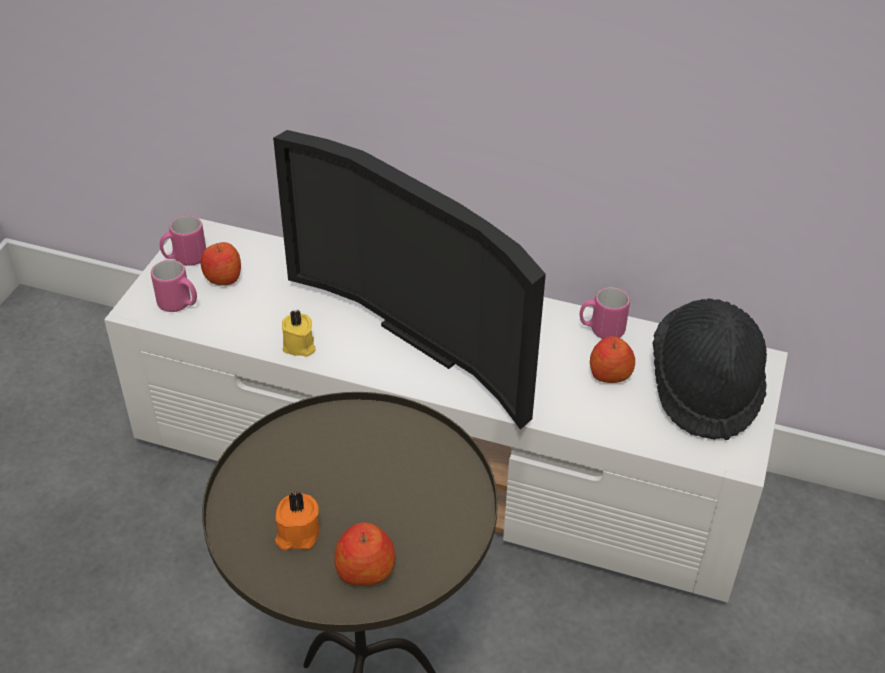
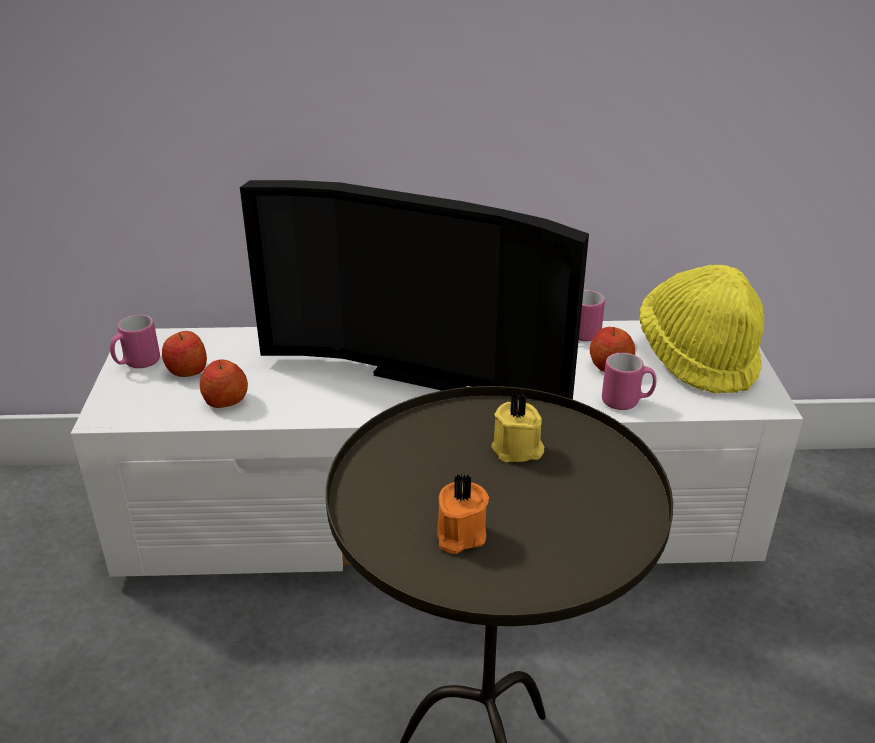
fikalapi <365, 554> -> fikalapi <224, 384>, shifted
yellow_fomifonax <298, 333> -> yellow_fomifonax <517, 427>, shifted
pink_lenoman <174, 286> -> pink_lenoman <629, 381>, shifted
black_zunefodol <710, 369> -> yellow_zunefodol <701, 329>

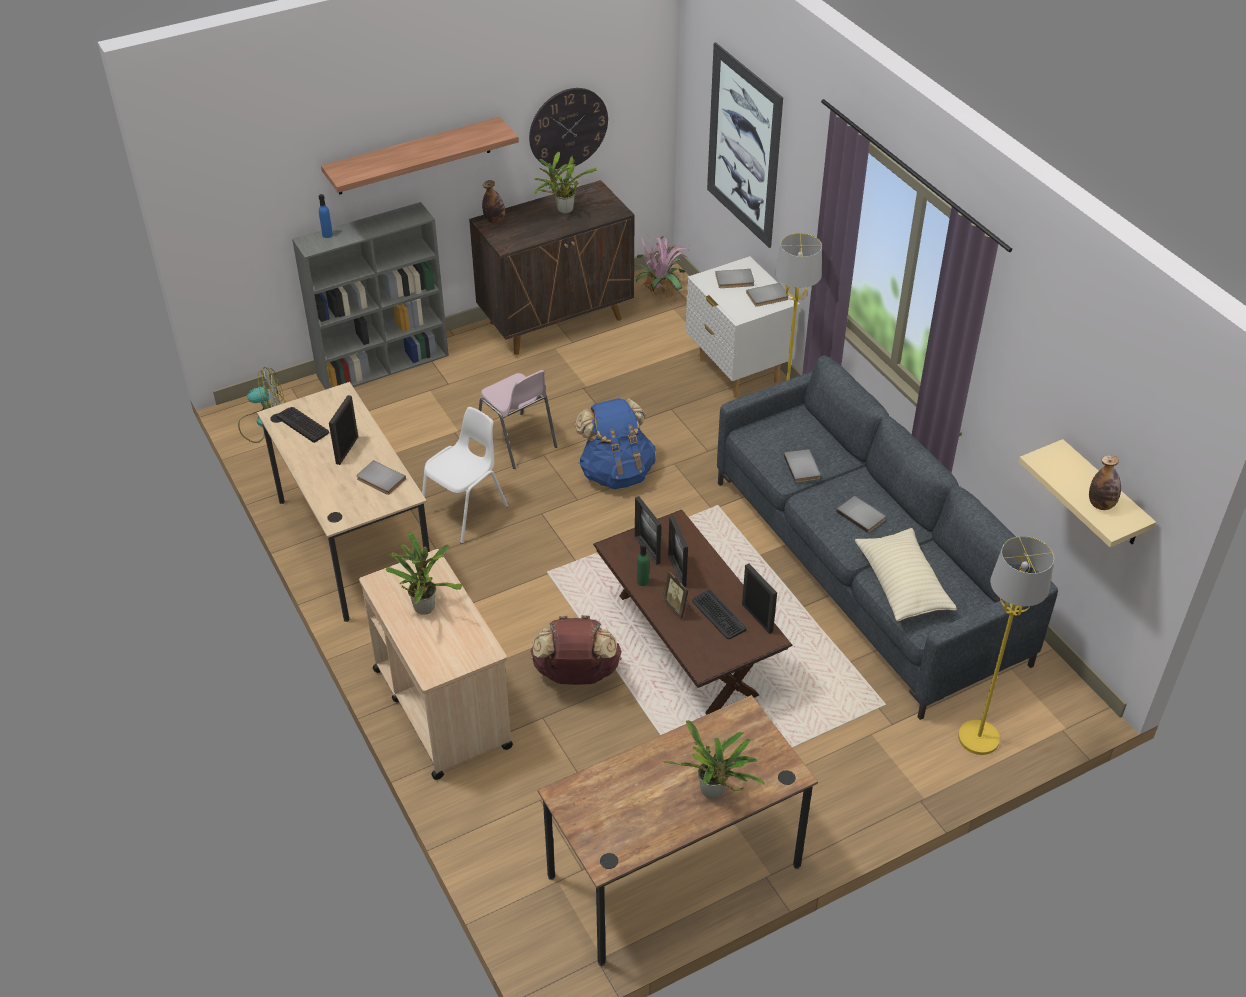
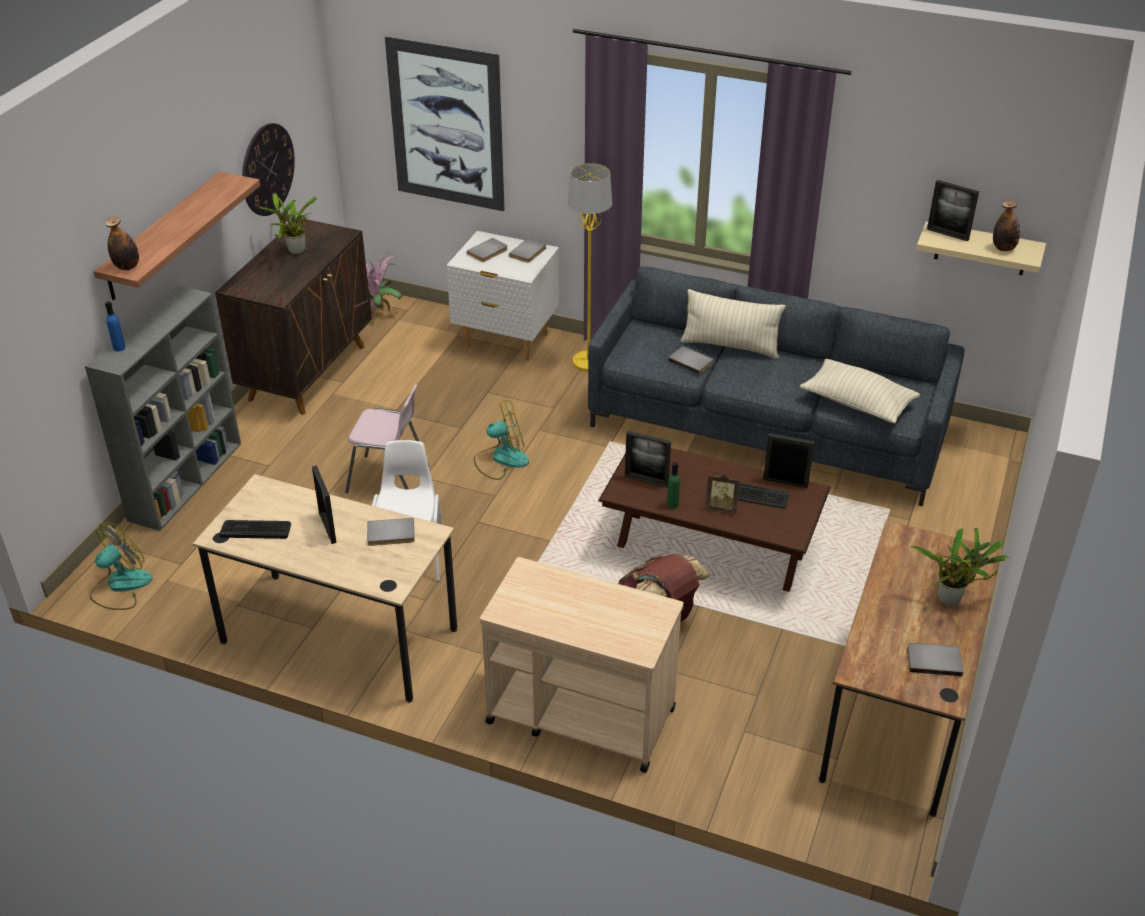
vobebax <493, 201> -> vobebax <122, 243>, shifted
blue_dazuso <615, 443> -> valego <501, 440>
none -> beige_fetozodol <733, 324>
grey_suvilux <860, 514> -> grey_suvilux <935, 659>, shifted
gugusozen <678, 551> -> gugusozen <953, 210>, shifted
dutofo <424, 573> -> none
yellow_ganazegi <1006, 645> -> none

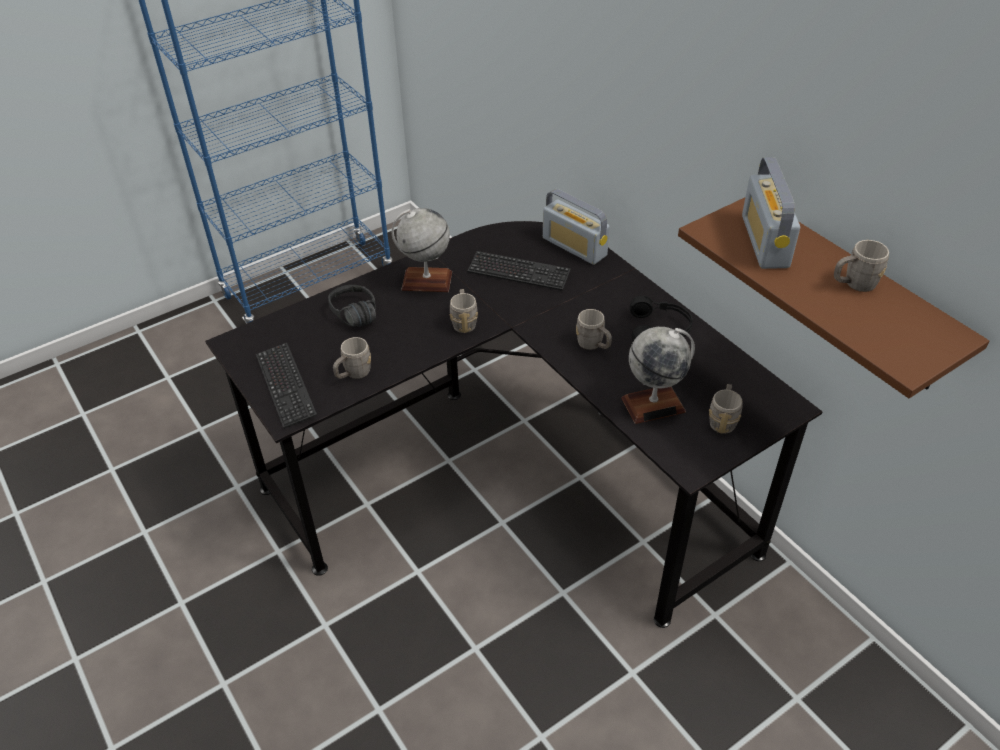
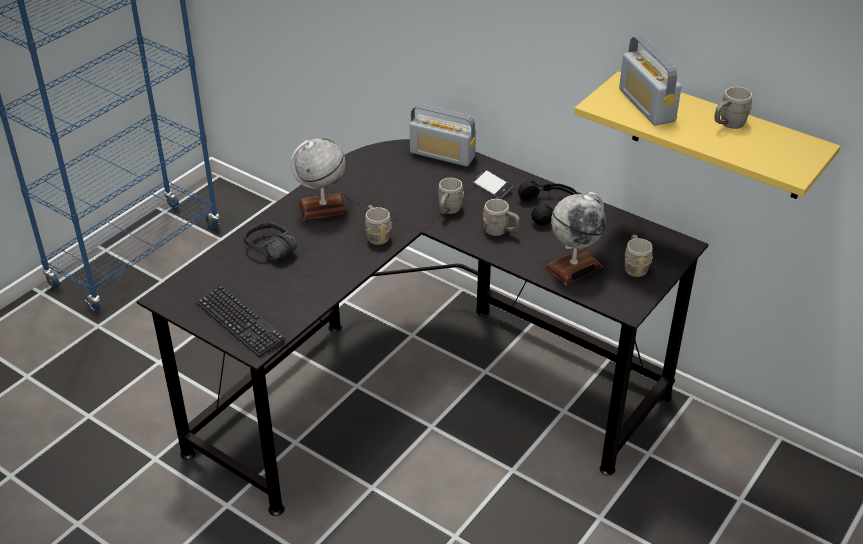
grey_lenoman <352, 358> -> grey_lenoman <451, 196>, shifted
none -> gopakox <492, 184>
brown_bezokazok <833, 298> -> yellow_bezokazok <707, 135>
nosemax <519, 271> -> none

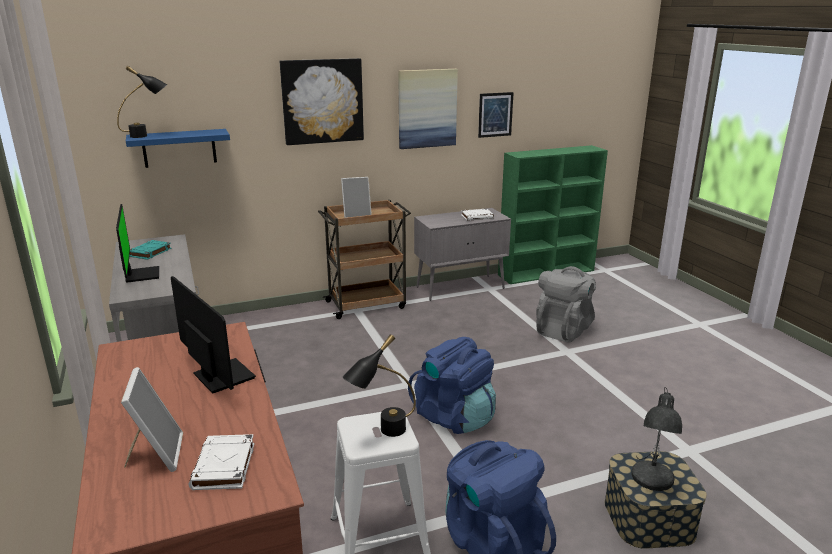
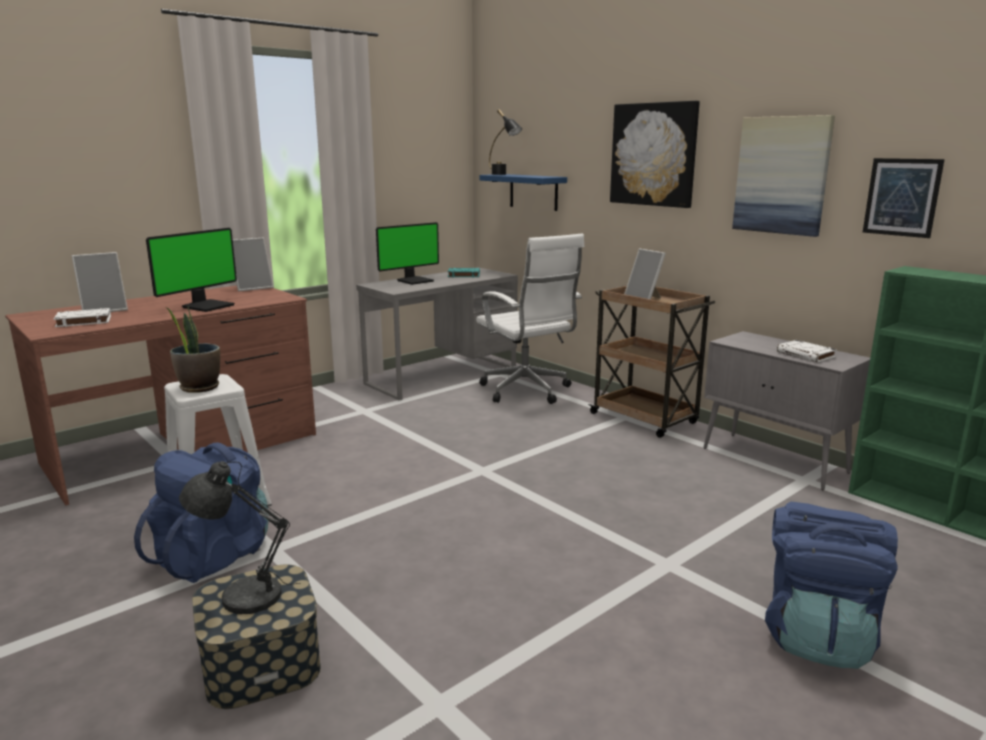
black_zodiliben <379, 385> -> dutofo <193, 349>
none -> gugusozen <253, 265>
none -> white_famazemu <530, 319>
blue_dazuso <452, 385> -> blue_dazuso <831, 585>, shifted
grey_dazuso <566, 304> -> none

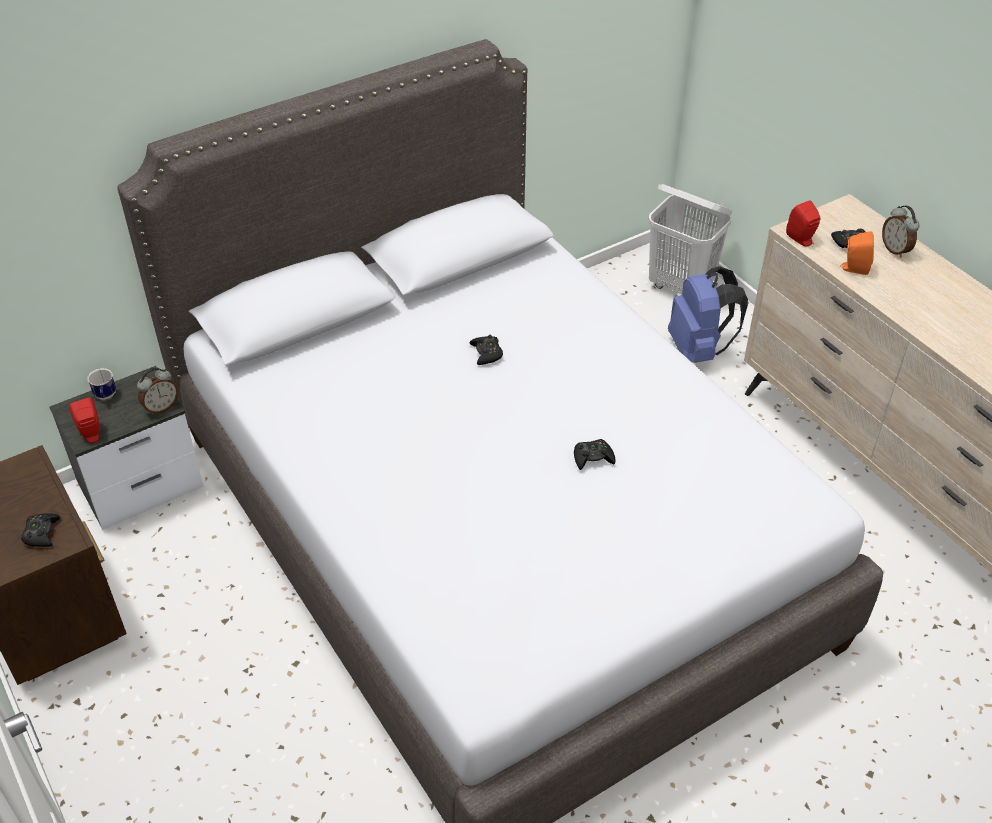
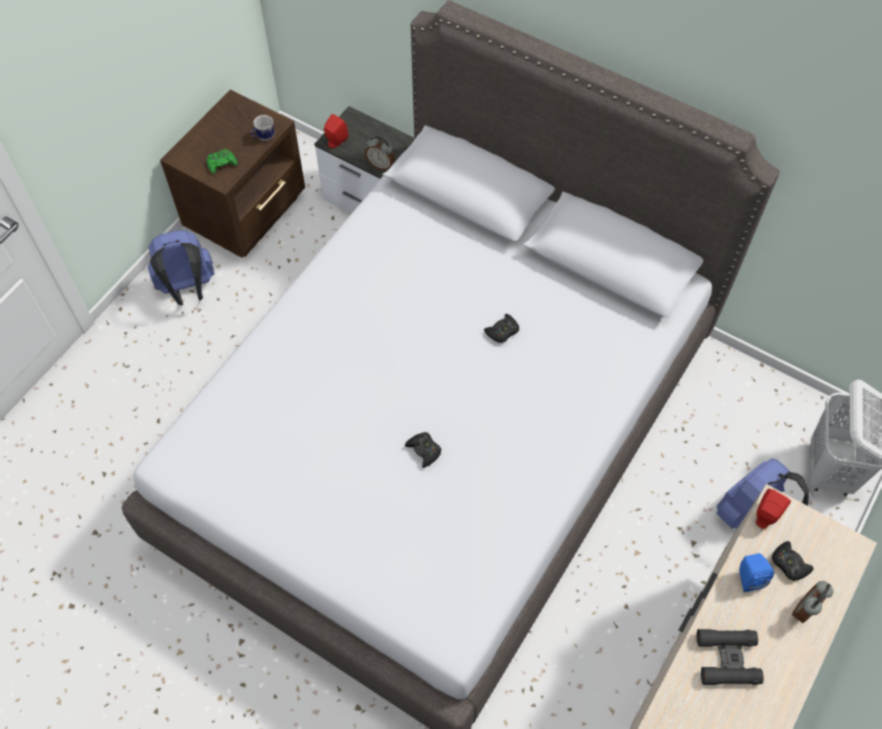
none -> blue_dazuso <181, 267>
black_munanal <41, 530> -> green_munanal <222, 161>
lenoman <101, 384> -> lenoman <263, 128>, shifted
none -> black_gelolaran <730, 657>
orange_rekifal <857, 253> -> blue_rekifal <756, 572>

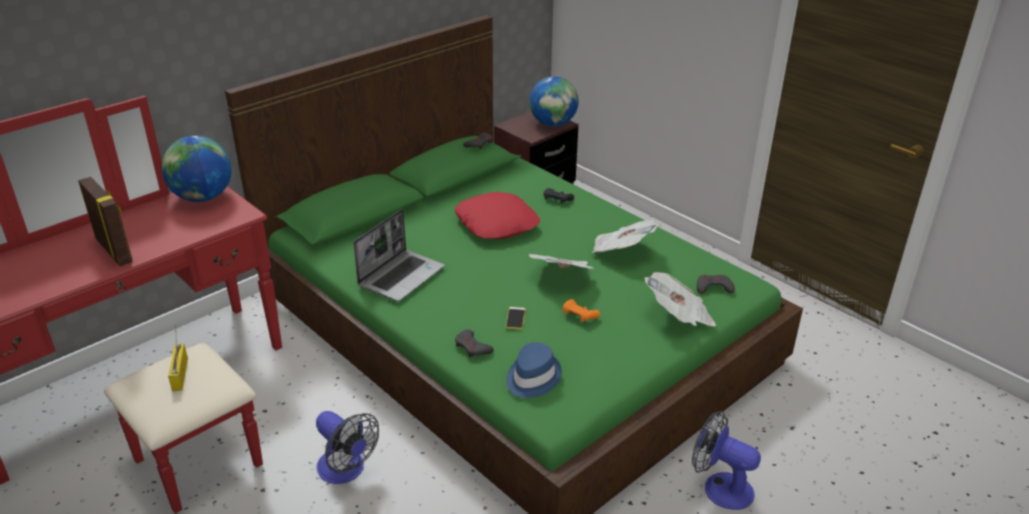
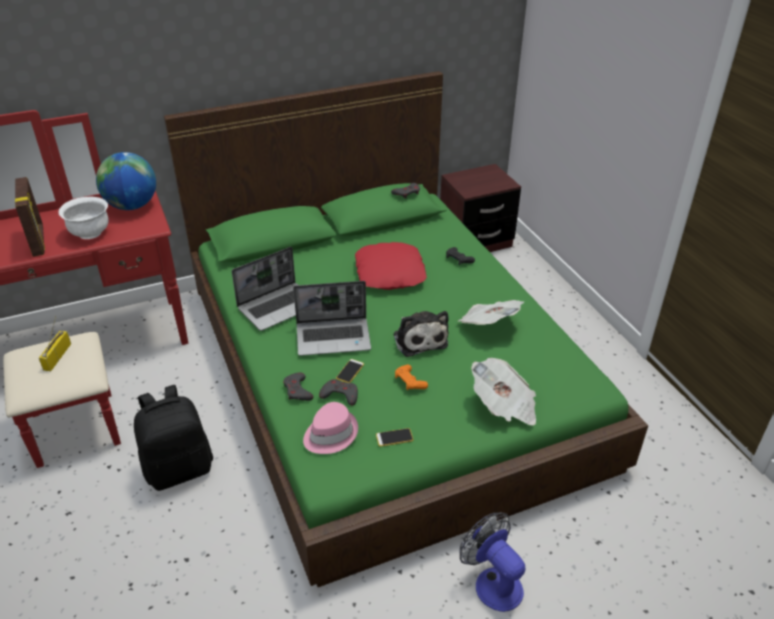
none -> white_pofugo <84, 218>
valego <347, 447> -> black_dazuso <173, 438>
none -> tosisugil <332, 318>
blue_zunefodol <534, 370> -> pink_zunefodol <330, 428>
grey_munanal <716, 284> -> grey_munanal <338, 392>, shifted
none -> gopakox <394, 437>
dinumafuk <561, 261> -> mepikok <421, 334>
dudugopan <554, 101> -> none

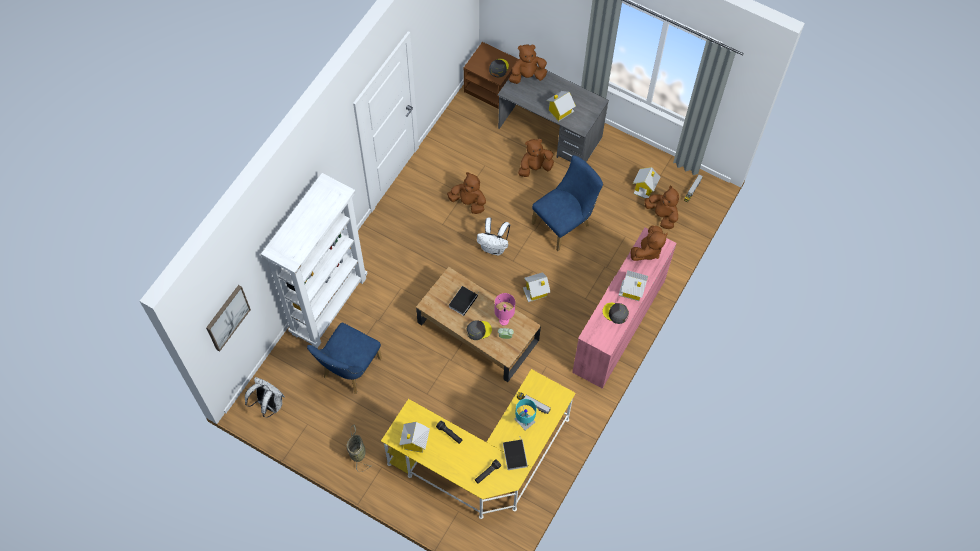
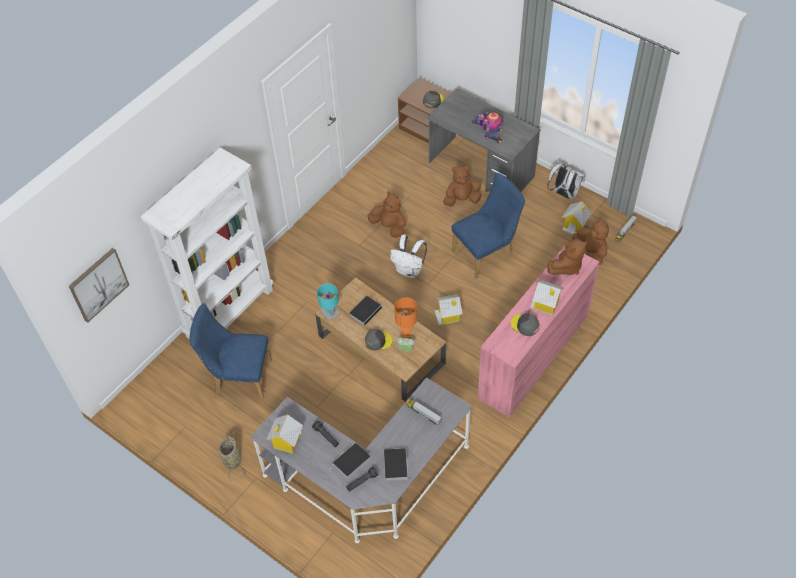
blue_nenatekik <344, 358> -> blue_nenatekik <230, 351>, 60 degrees clockwise
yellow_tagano <478, 444> -> grey_tagano <361, 460>
turquoise_zodiliben <526, 415> -> turquoise_zodiliben <328, 302>, shifted
none -> suvilux <350, 460>
pink_zodiliben <504, 309> -> orange_zodiliben <405, 317>
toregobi <561, 106> -> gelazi <487, 127>
white_dazuso <265, 397> -> white_dazuso <566, 180>, shifted
brown_mepikok <528, 64> -> none

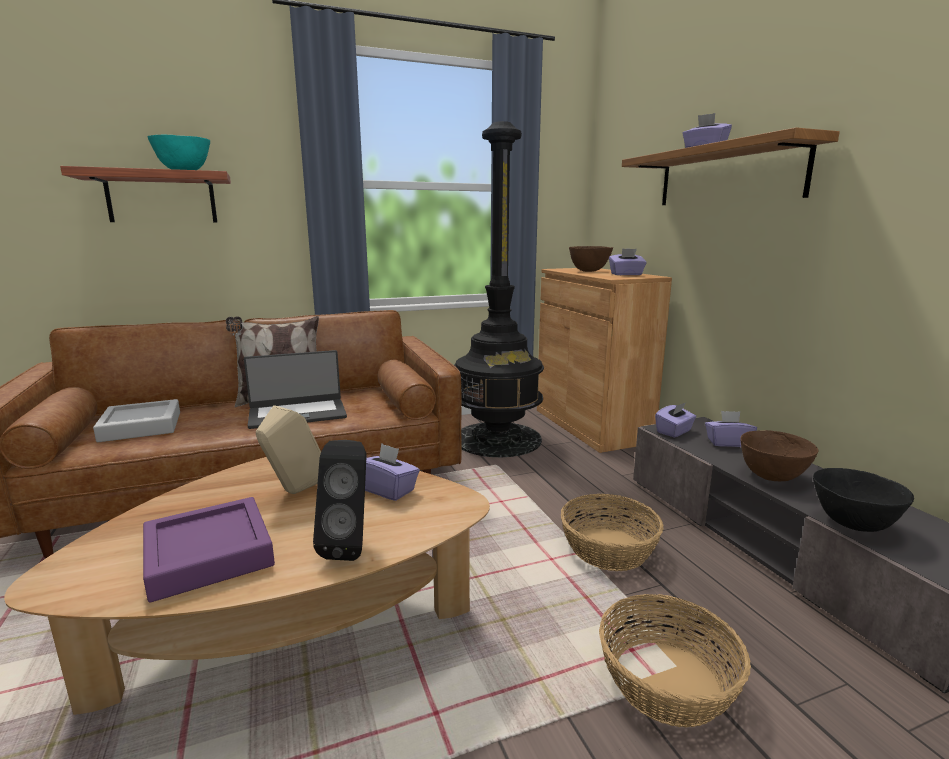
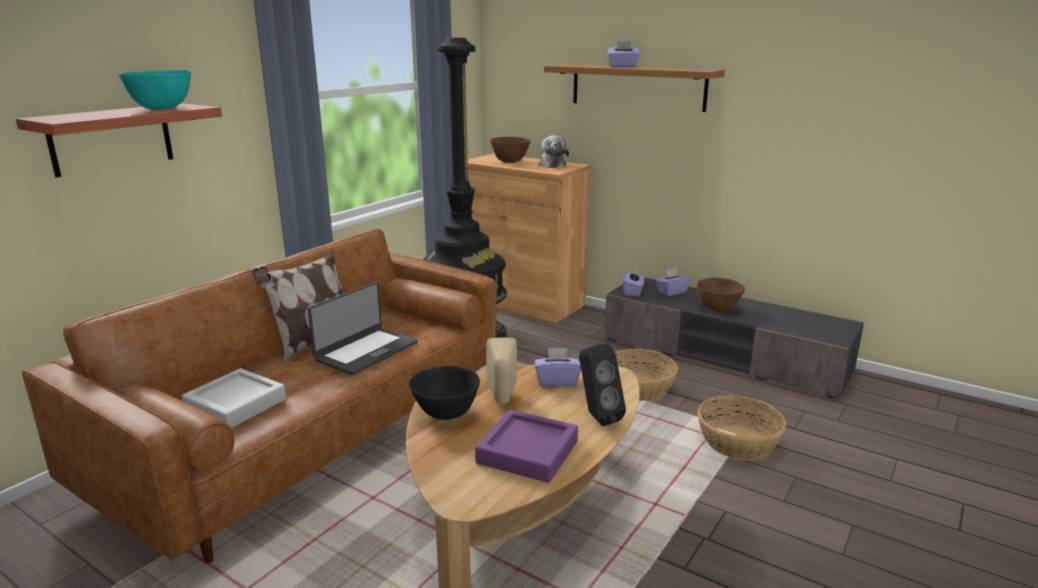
black_pofugo <863, 500> -> black_pofugo <444, 393>, shifted
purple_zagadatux <628, 261> -> mepikok <553, 151>

